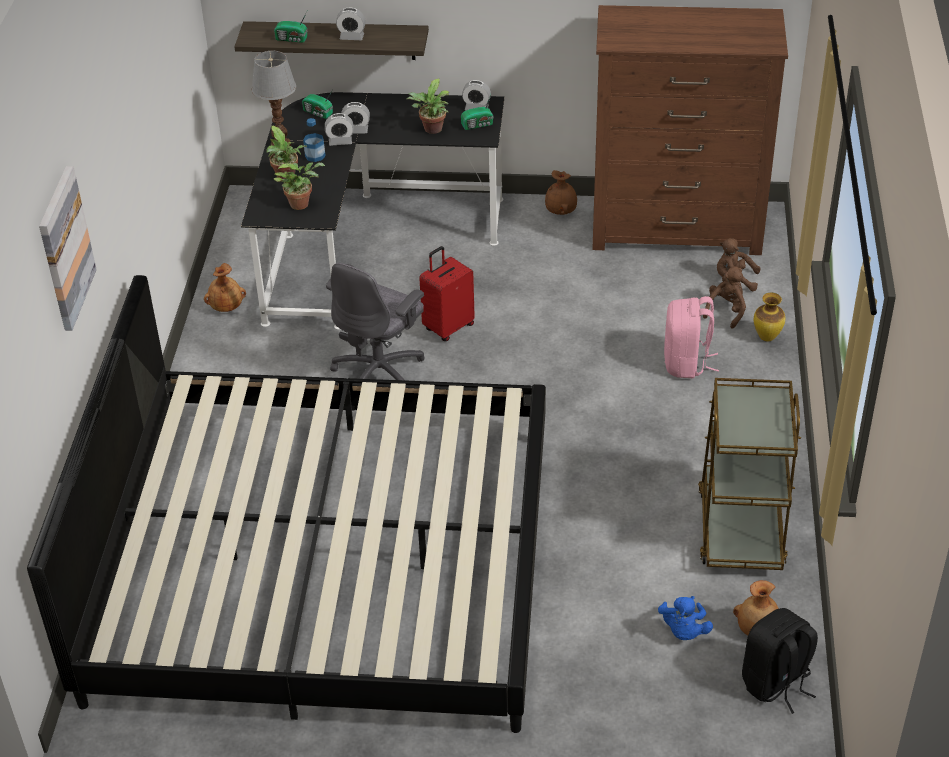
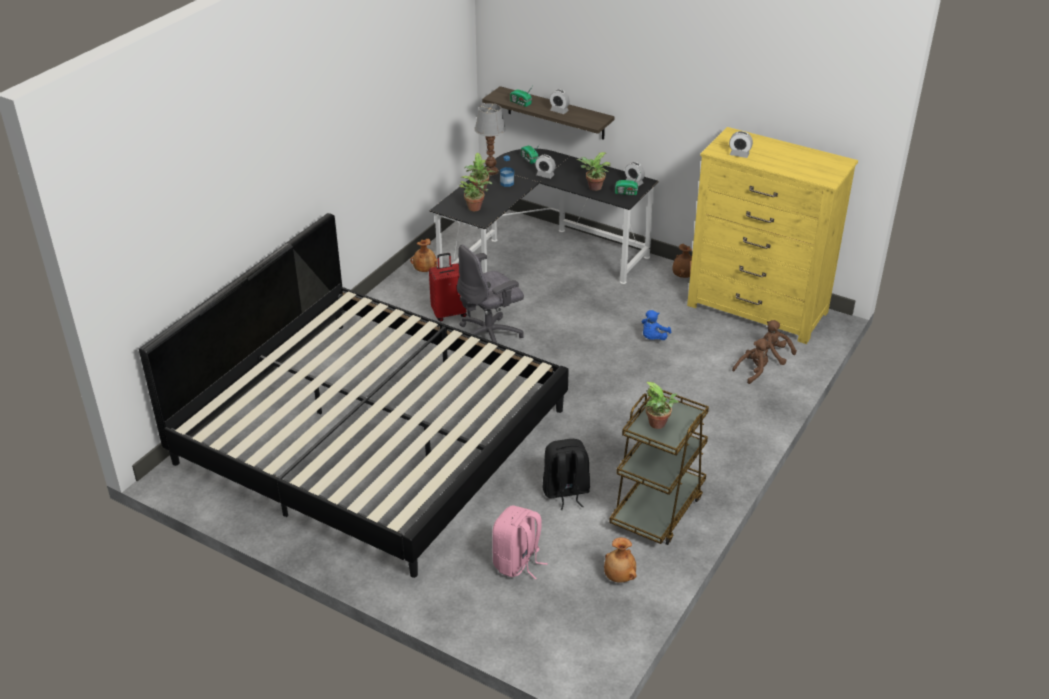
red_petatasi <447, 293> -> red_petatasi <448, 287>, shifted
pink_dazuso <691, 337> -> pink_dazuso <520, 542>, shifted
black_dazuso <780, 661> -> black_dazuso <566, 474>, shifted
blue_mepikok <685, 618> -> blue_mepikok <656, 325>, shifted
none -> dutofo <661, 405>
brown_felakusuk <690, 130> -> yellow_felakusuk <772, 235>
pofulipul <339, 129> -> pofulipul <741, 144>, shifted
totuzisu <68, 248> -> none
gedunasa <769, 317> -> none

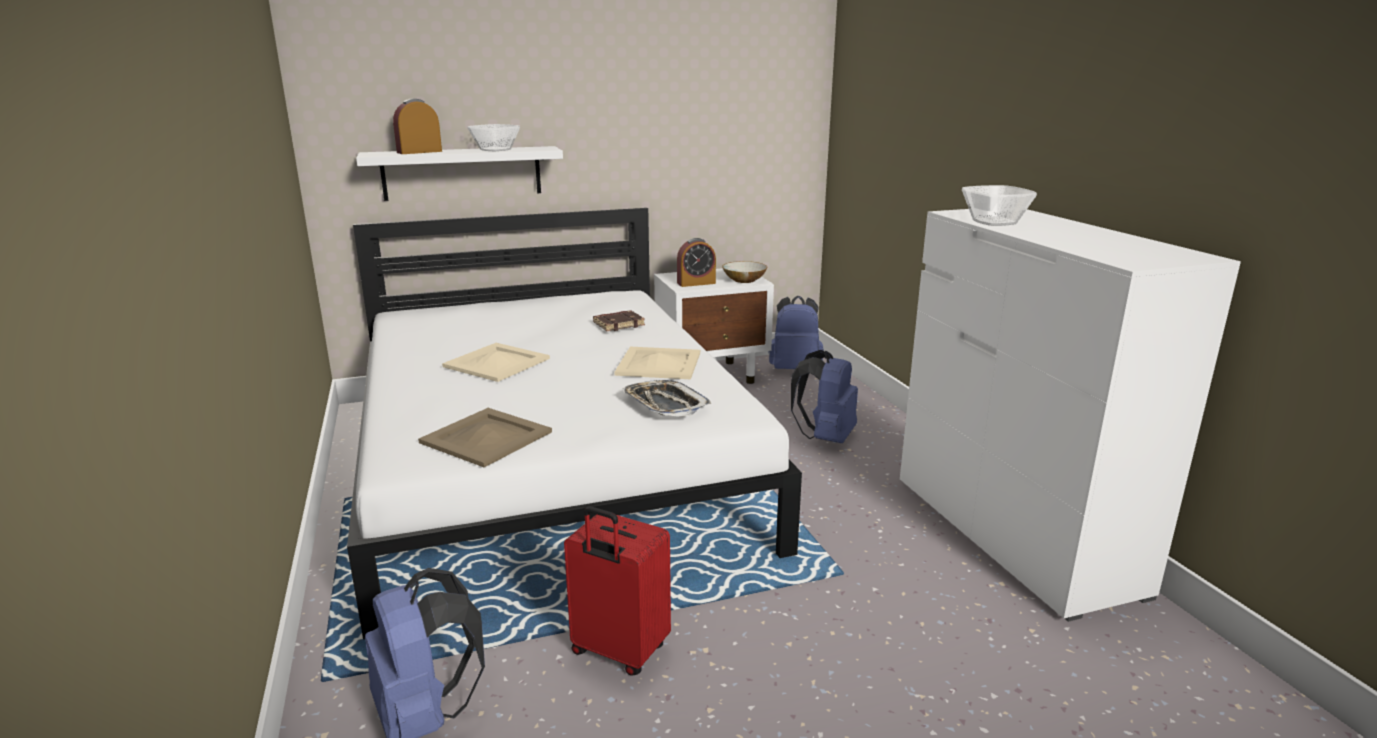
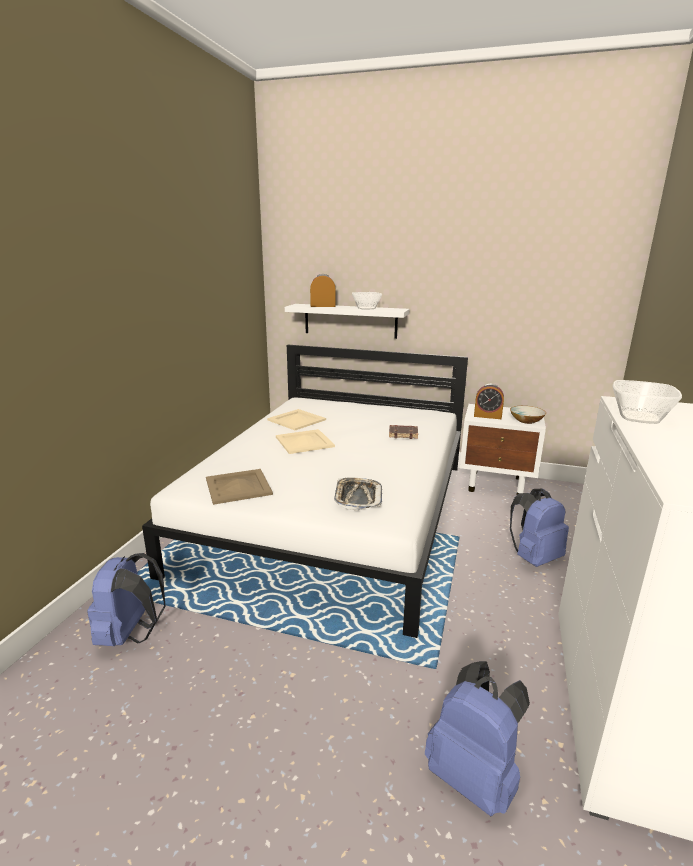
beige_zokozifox <657, 363> -> beige_zokozifox <296, 419>, shifted
blue_dazuso <796, 332> -> blue_dazuso <477, 738>, shifted
red_petatasi <617, 591> -> none

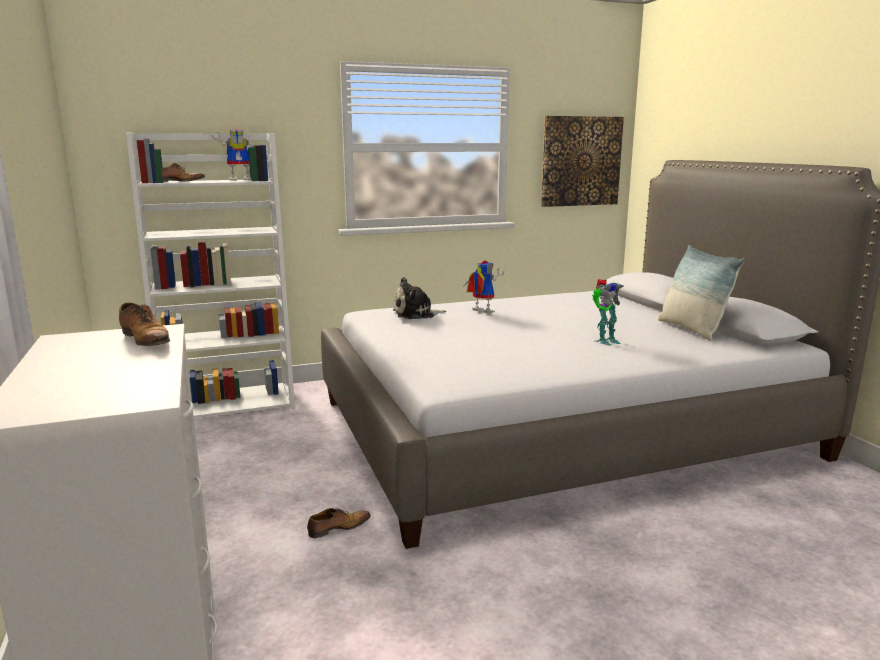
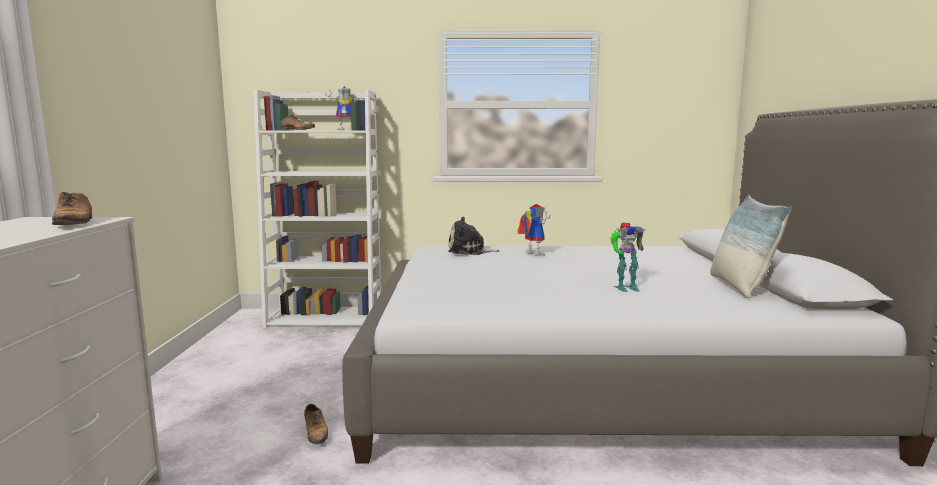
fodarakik <339, 523> -> fodarakik <316, 424>, 75 degrees clockwise
totuzisu <582, 161> -> none

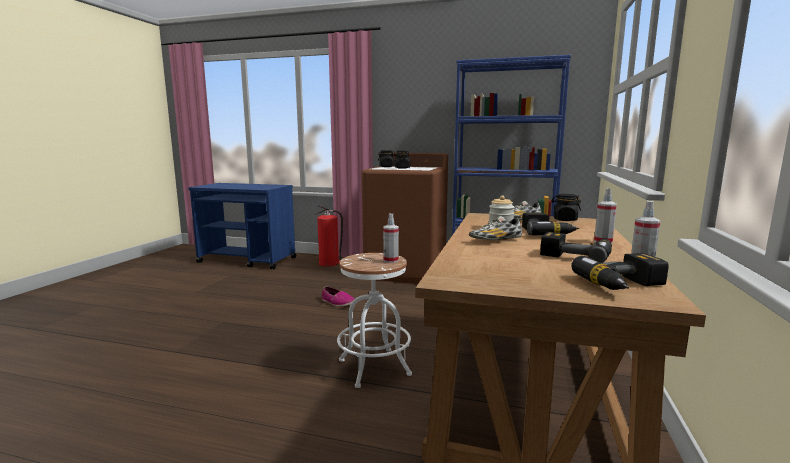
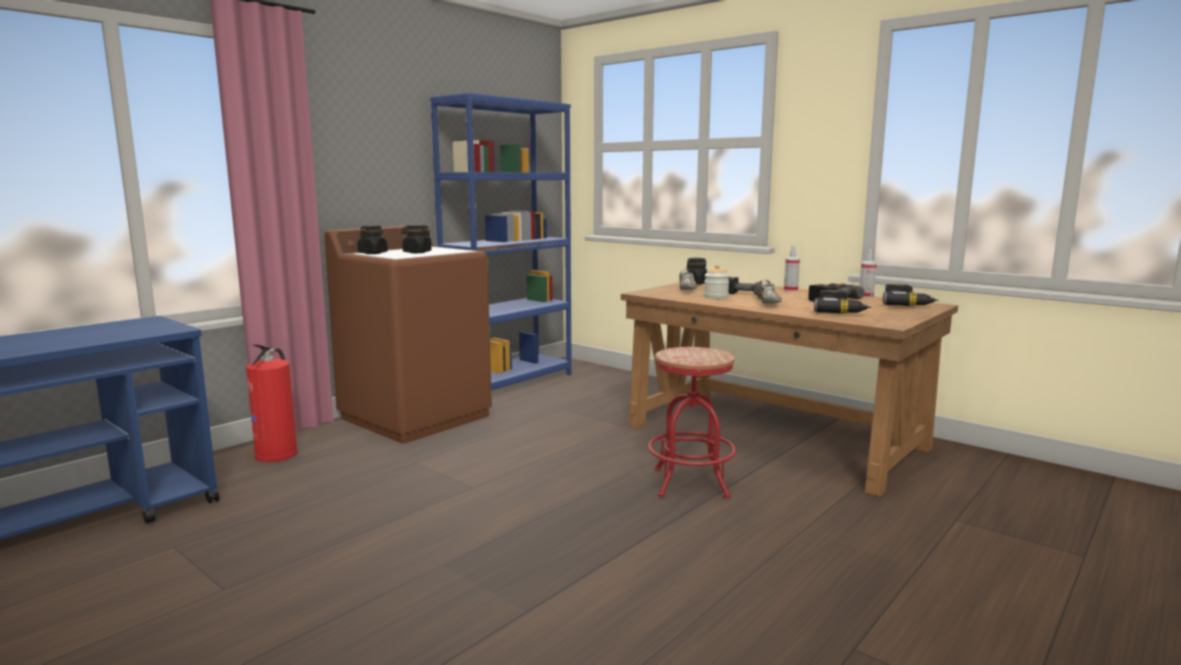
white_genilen <374, 320> -> red_genilen <692, 422>
none -> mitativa <842, 302>
fodarakik <338, 297> -> none
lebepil <391, 238> -> none

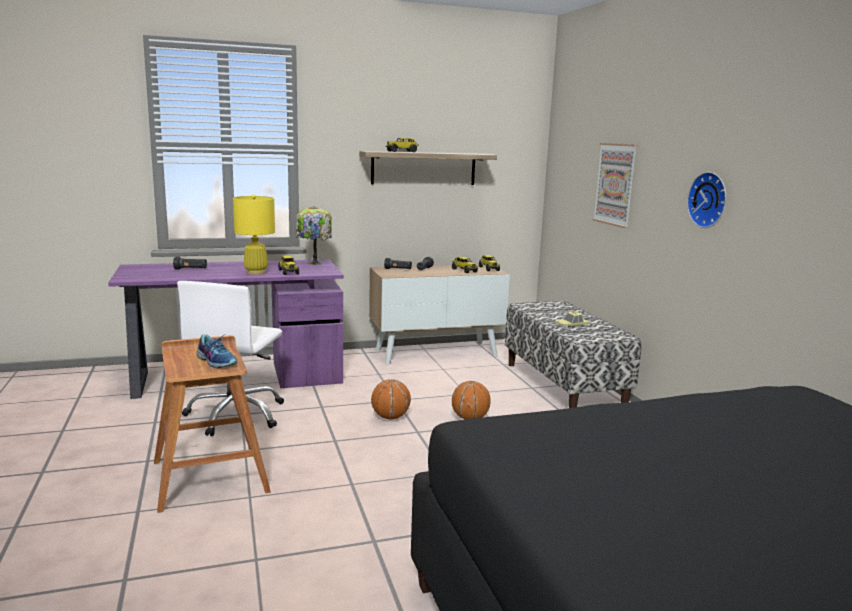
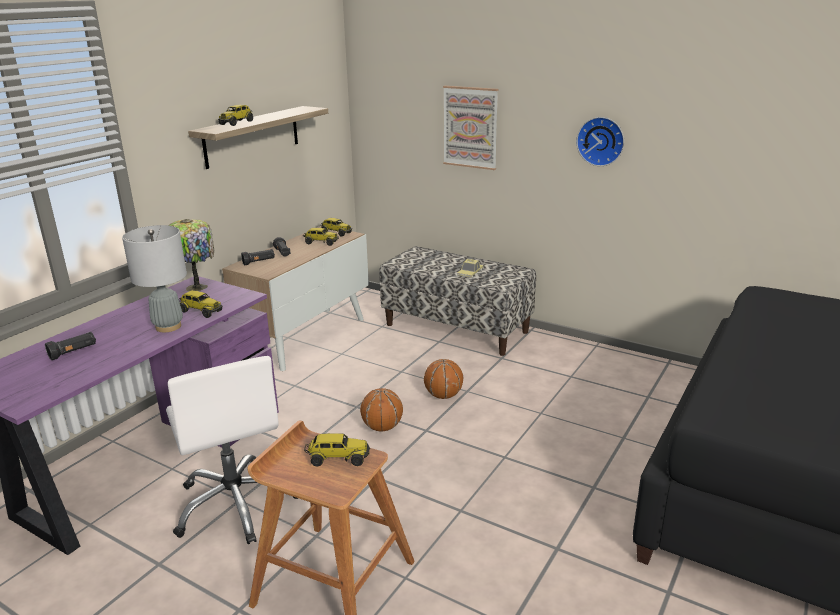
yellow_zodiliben <254, 234> -> grey_zodiliben <154, 278>
fodarakik <216, 351> -> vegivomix <337, 449>

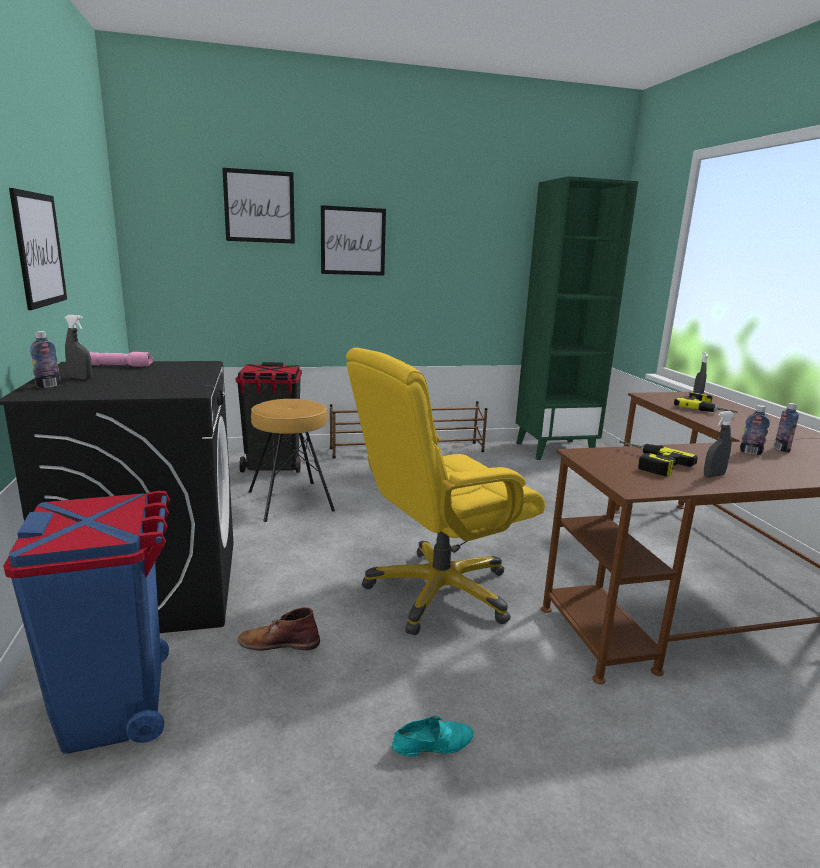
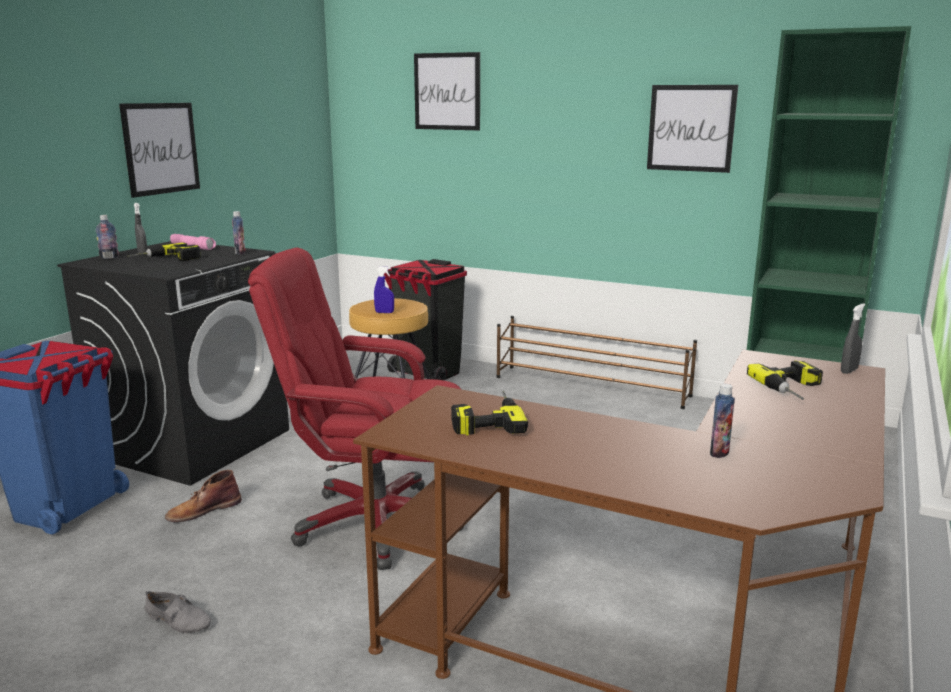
none -> mitativa <164, 251>
turquoise_fodarakik <432, 736> -> grey_fodarakik <177, 612>
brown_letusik <278, 629> -> brown_letusik <203, 496>, 75 degrees counterclockwise
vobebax <755, 430> -> vobebax <239, 233>, shifted
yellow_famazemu <445, 491> -> red_famazemu <356, 409>
none -> blue_lebepil <384, 290>
totuzisu <353, 240> -> totuzisu <692, 129>, shifted
grey_lebepil <719, 444> -> none

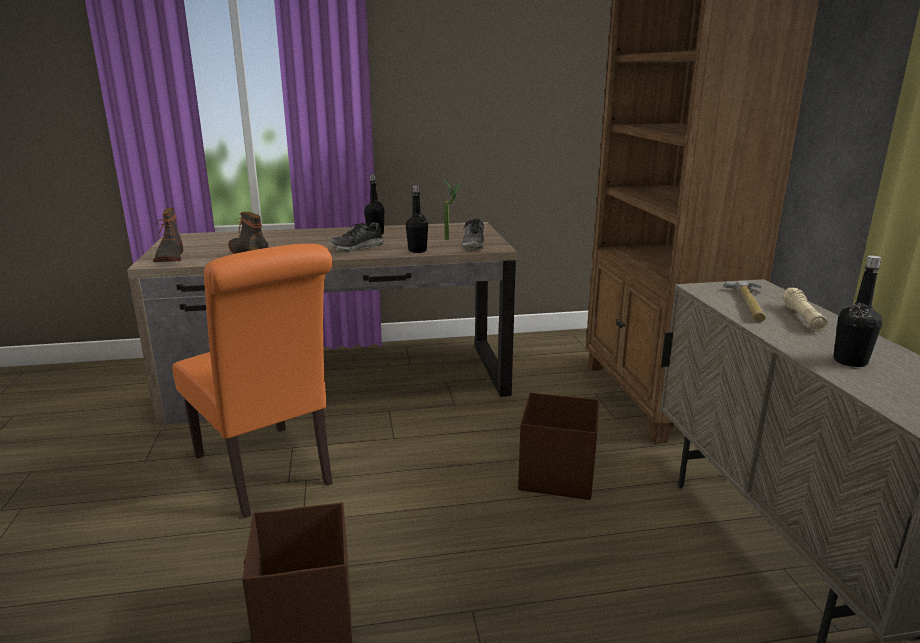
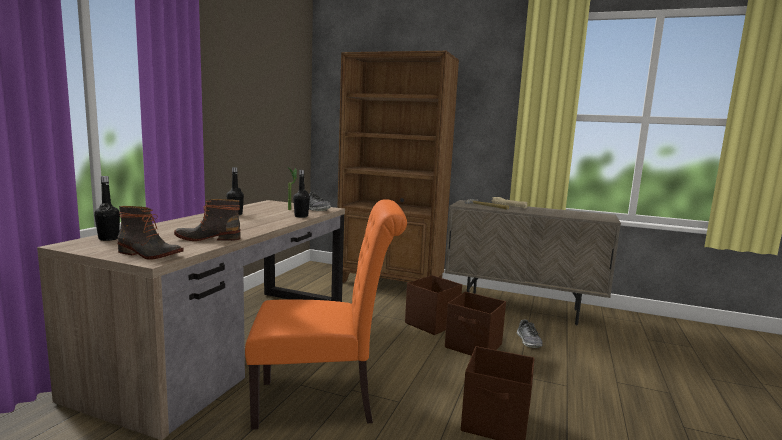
black_vobebax <857, 311> -> black_vobebax <107, 208>, shifted
none -> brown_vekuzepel <475, 324>
fodarakik <356, 237> -> fodarakik <529, 334>, shifted

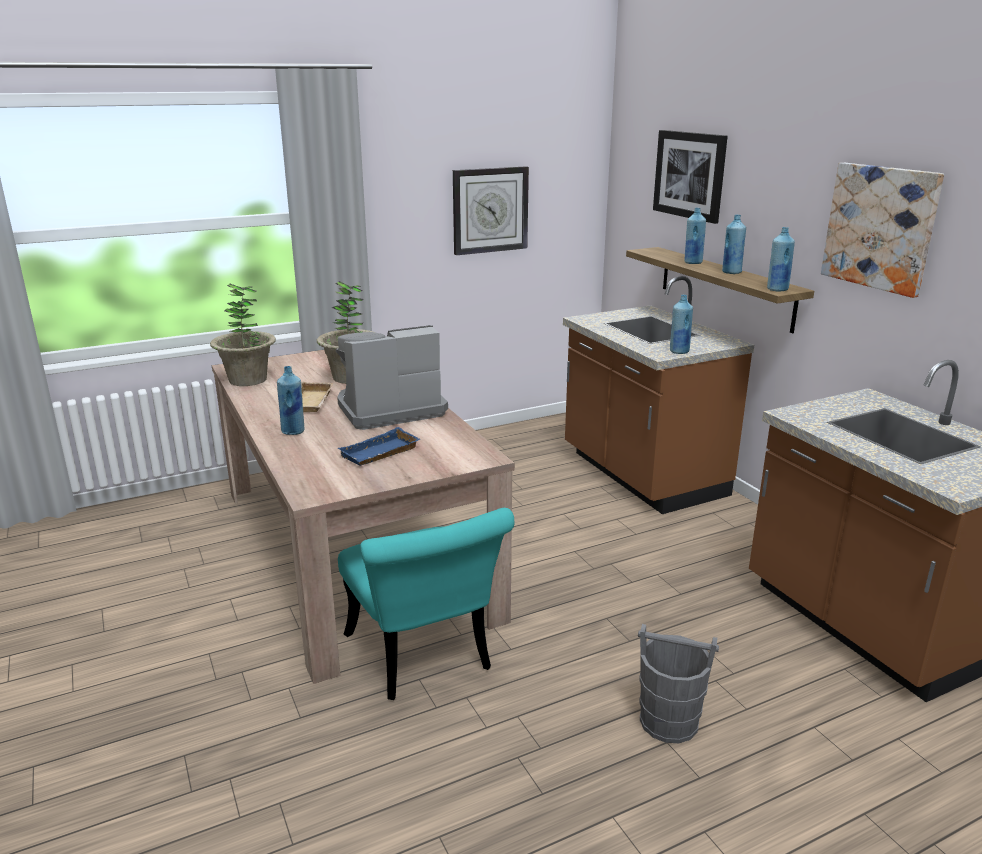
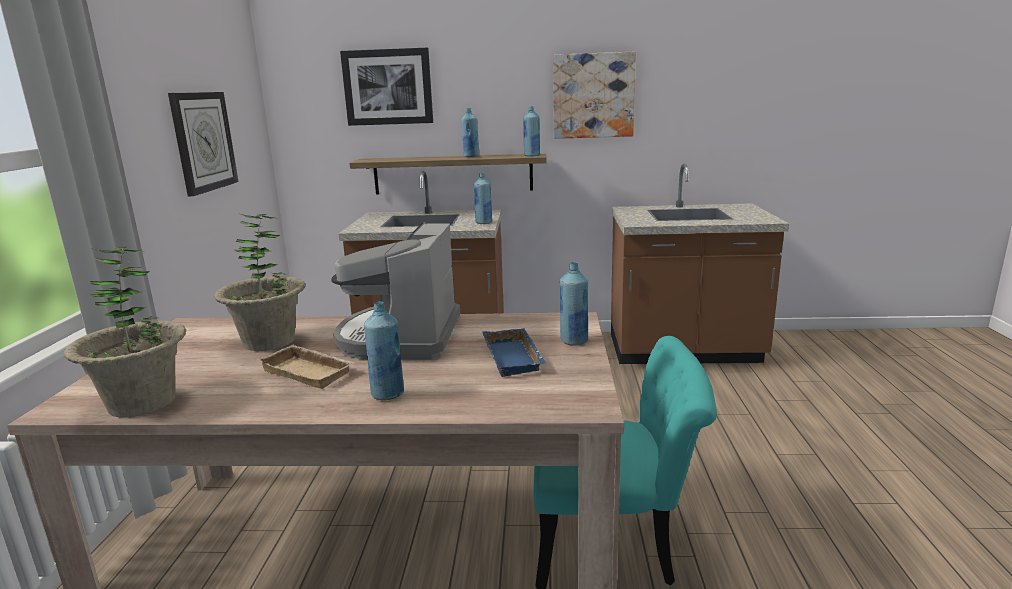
blue_vobebax <695, 236> -> blue_vobebax <574, 304>, shifted
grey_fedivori <678, 683> -> none

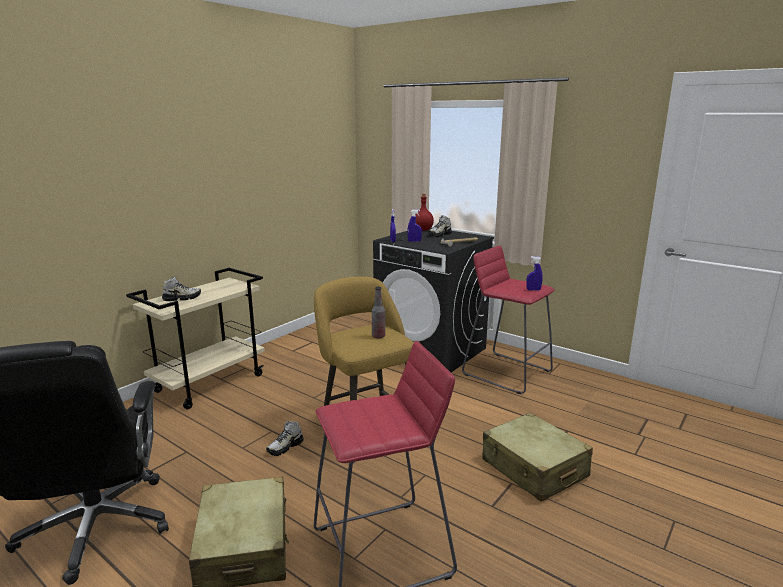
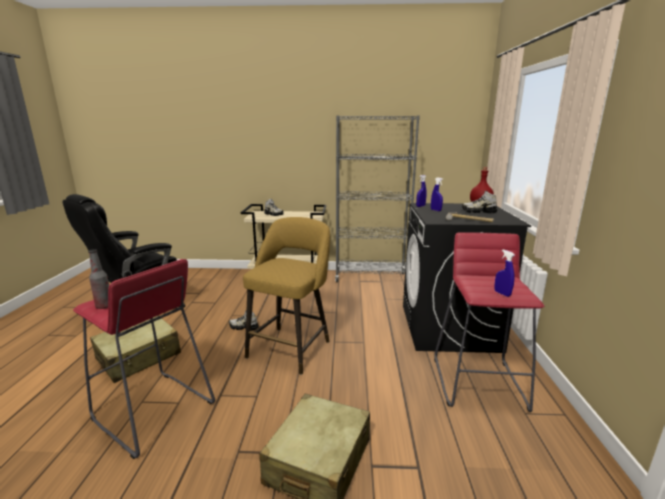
vobebax <378, 313> -> vobebax <98, 279>, shifted
none -> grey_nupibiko <377, 199>

